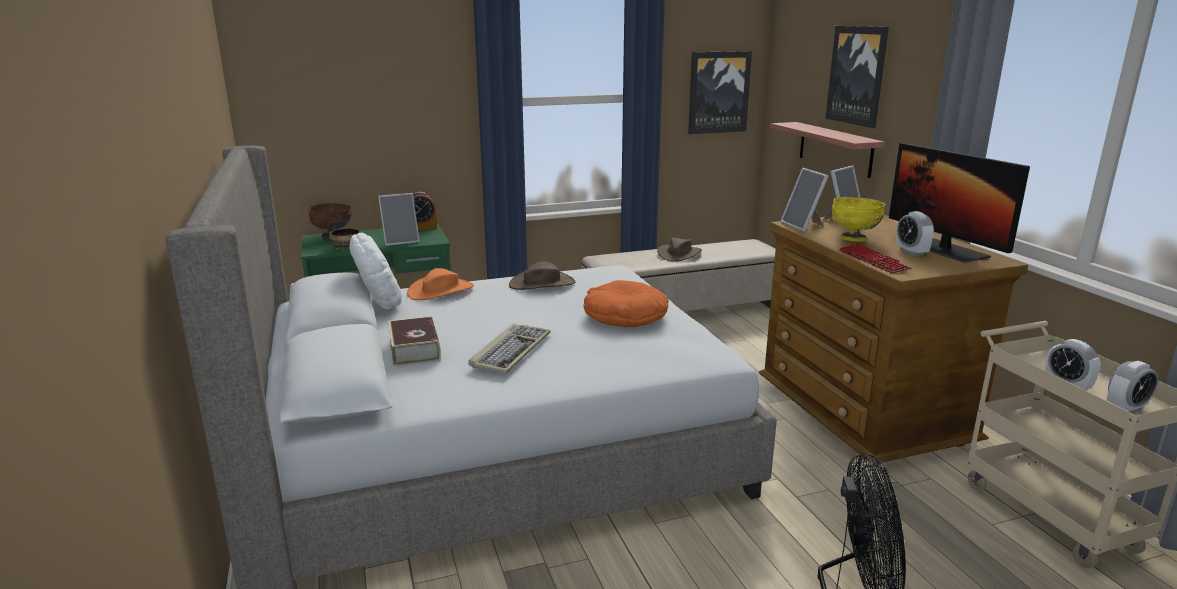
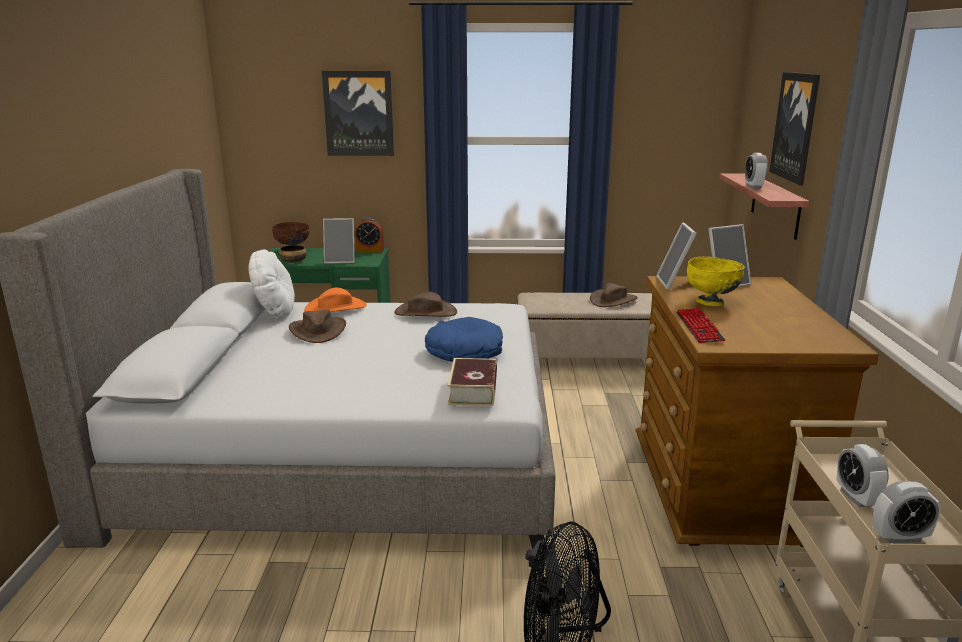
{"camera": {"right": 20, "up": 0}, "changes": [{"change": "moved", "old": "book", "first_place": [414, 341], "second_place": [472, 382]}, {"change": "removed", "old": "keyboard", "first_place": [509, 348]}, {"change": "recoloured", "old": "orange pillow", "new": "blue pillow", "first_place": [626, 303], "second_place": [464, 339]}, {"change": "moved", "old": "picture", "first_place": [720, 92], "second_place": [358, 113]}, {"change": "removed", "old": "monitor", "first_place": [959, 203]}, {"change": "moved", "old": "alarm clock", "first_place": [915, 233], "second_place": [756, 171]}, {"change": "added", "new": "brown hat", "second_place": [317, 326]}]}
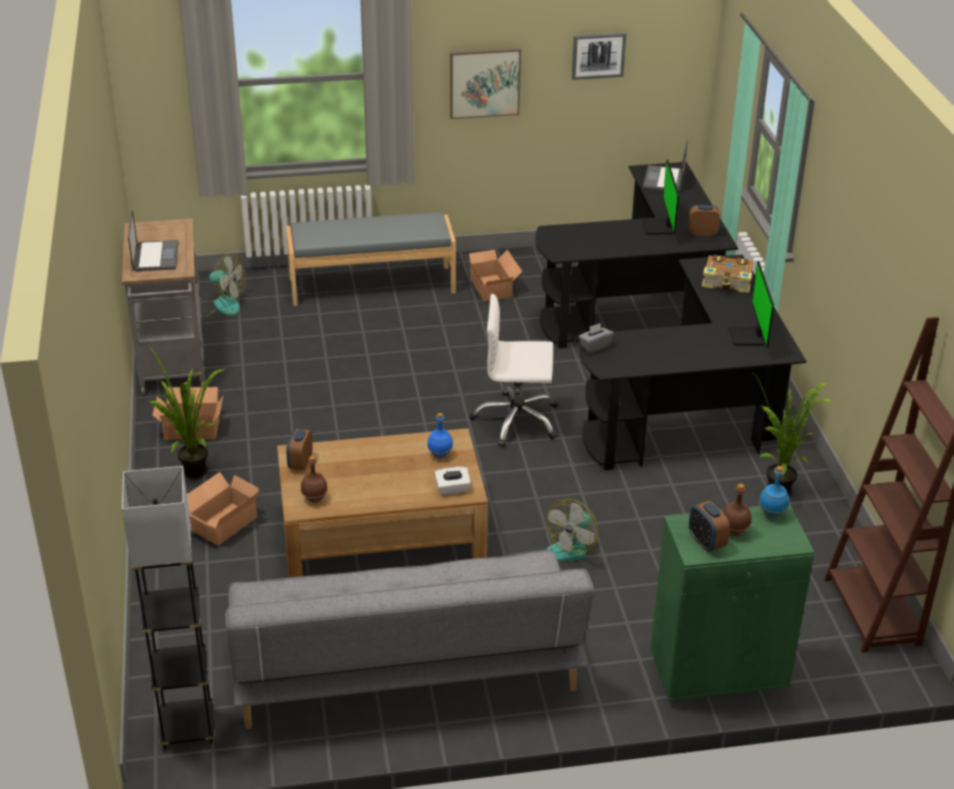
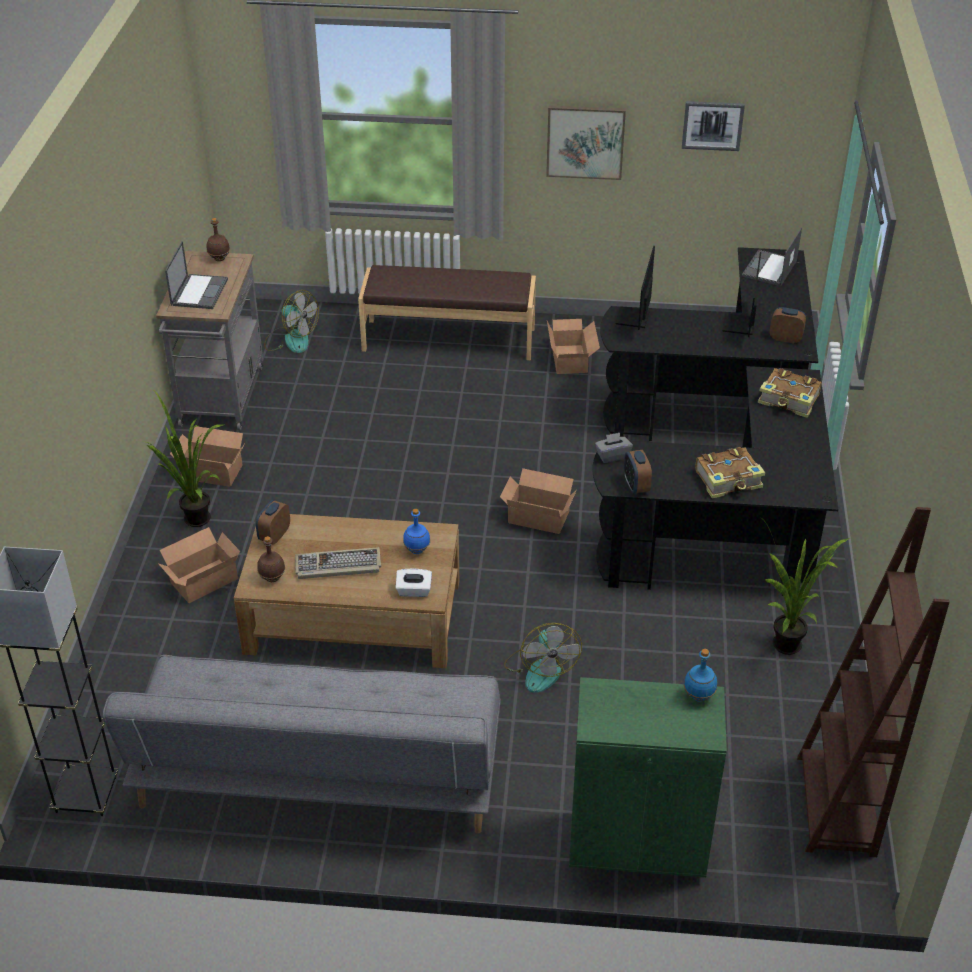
{"camera": {"right": 15, "up": 5}, "changes": [{"change": "recoloured", "old": "grey bench", "new": "brown bench", "first_place": [371, 259], "second_place": [447, 312]}, {"change": "replaced", "old": "white office chair", "new": "cardboard box", "first_place": [514, 370], "second_place": [538, 501]}, {"change": "turned", "old": "fan", "first_place": [572, 530], "second_place": [543, 658], "degrees": -60}, {"change": "moved", "old": "alarm clock", "first_place": [709, 526], "second_place": [638, 472]}, {"change": "moved", "old": "brown bottle", "first_place": [737, 510], "second_place": [218, 239]}, {"change": "moved", "old": "monitor", "first_place": [751, 304], "second_place": [635, 288]}, {"change": "added", "new": "keyboard", "second_place": [338, 563]}, {"change": "added", "new": "book", "second_place": [730, 473]}]}
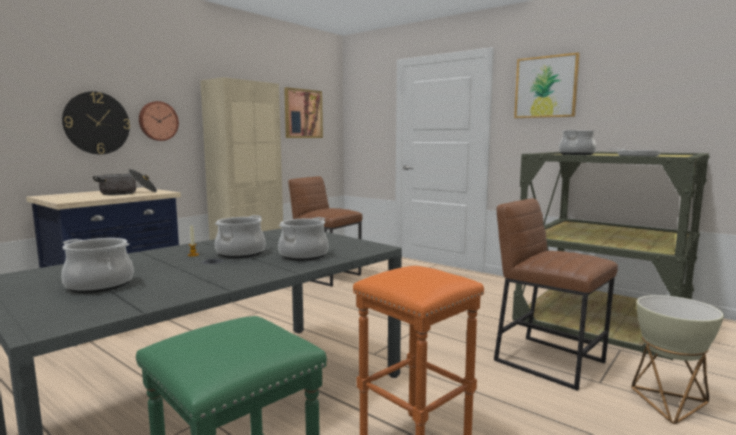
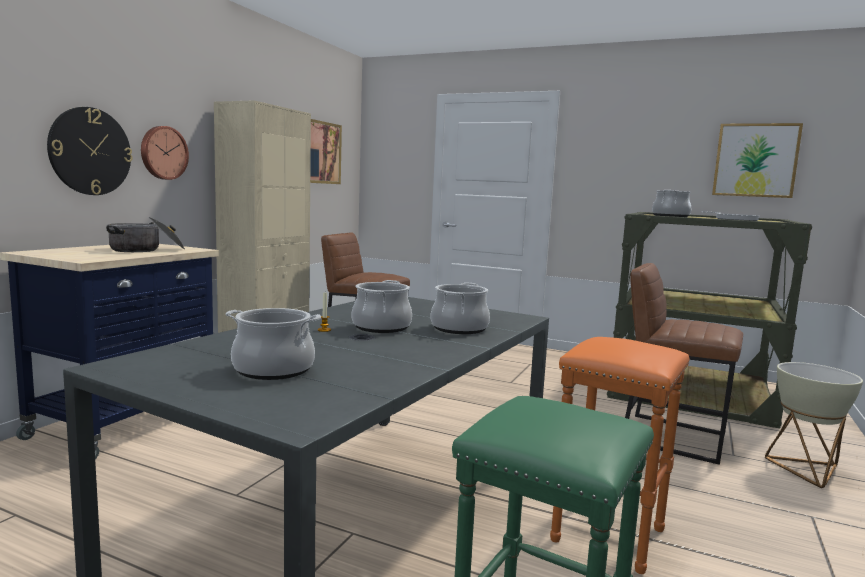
{"camera": {"right": -15, "up": 0}, "changes": [{"change": "moved", "old": "picture", "first_place": [547, 85], "second_place": [757, 160]}]}
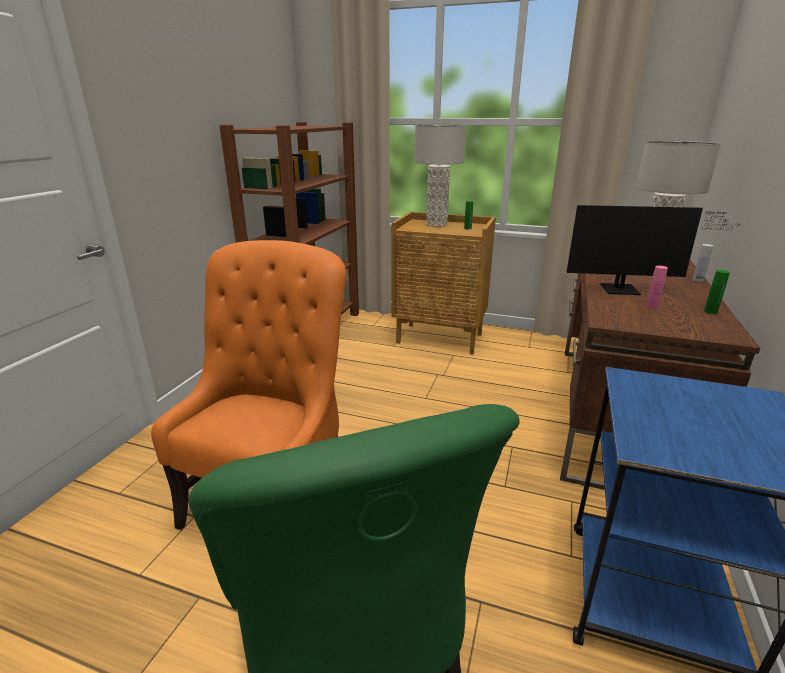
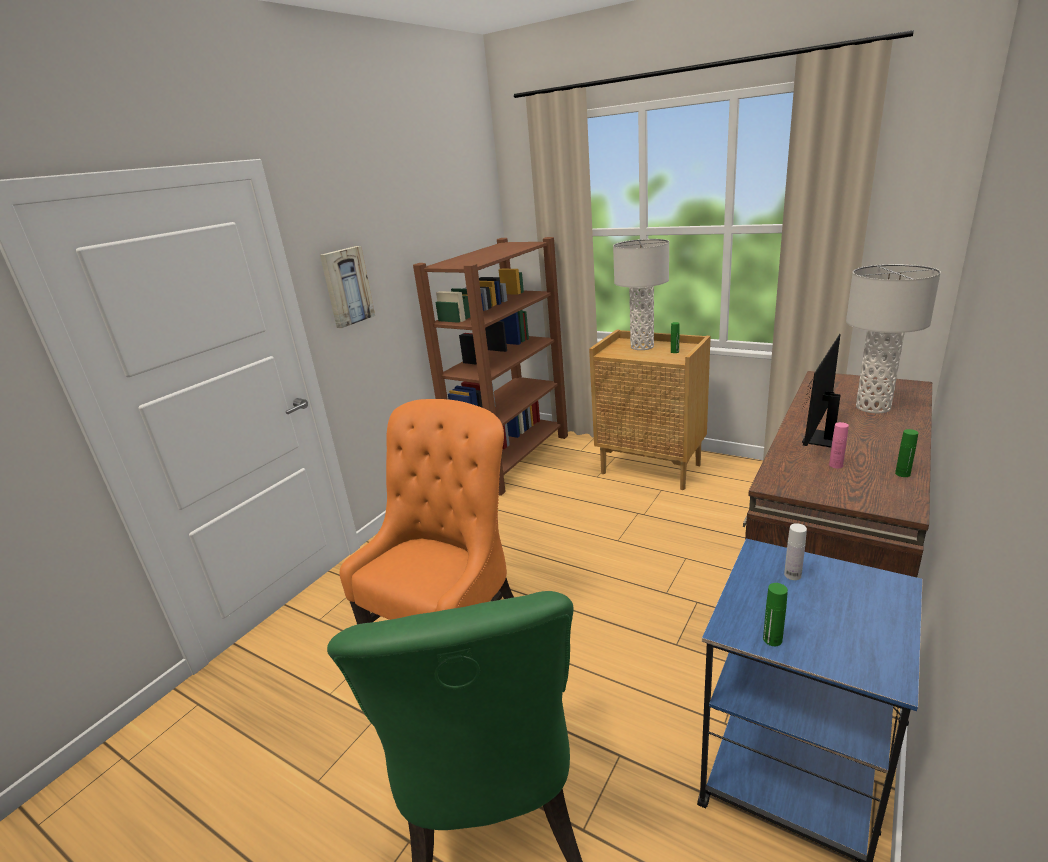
{"camera": {"right": 15, "up": 0}, "changes": [{"change": "turned", "old": "monitor", "first_place": [652, 250], "second_place": [821, 391], "degrees": 105}, {"change": "moved", "old": "white bottle", "first_place": [703, 263], "second_place": [795, 551]}, {"change": "added", "new": "picture", "second_place": [347, 287]}, {"change": "added", "new": "green bottle", "second_place": [775, 614]}]}
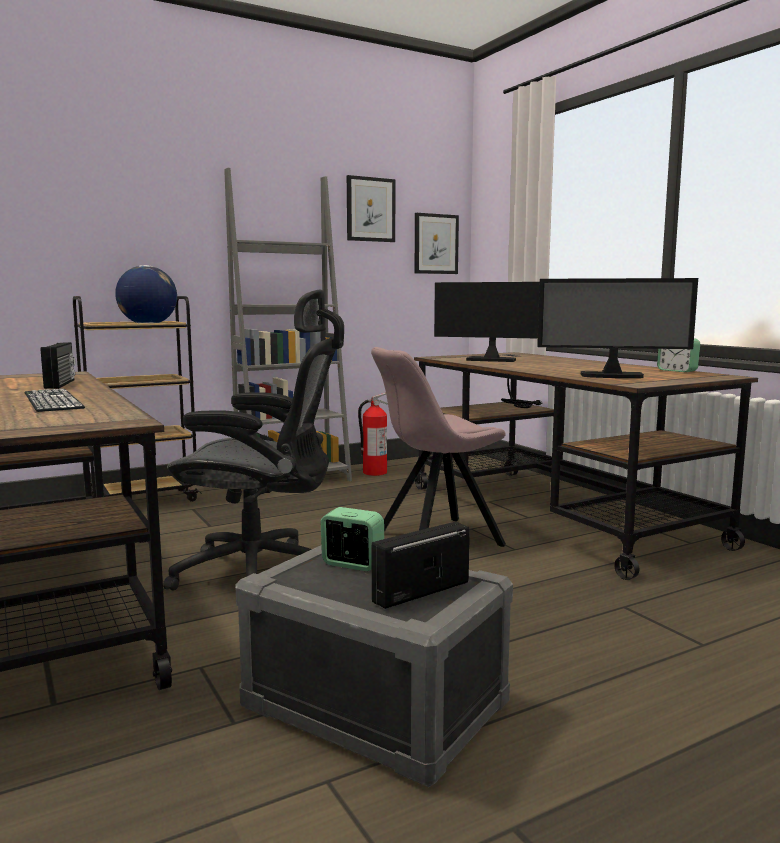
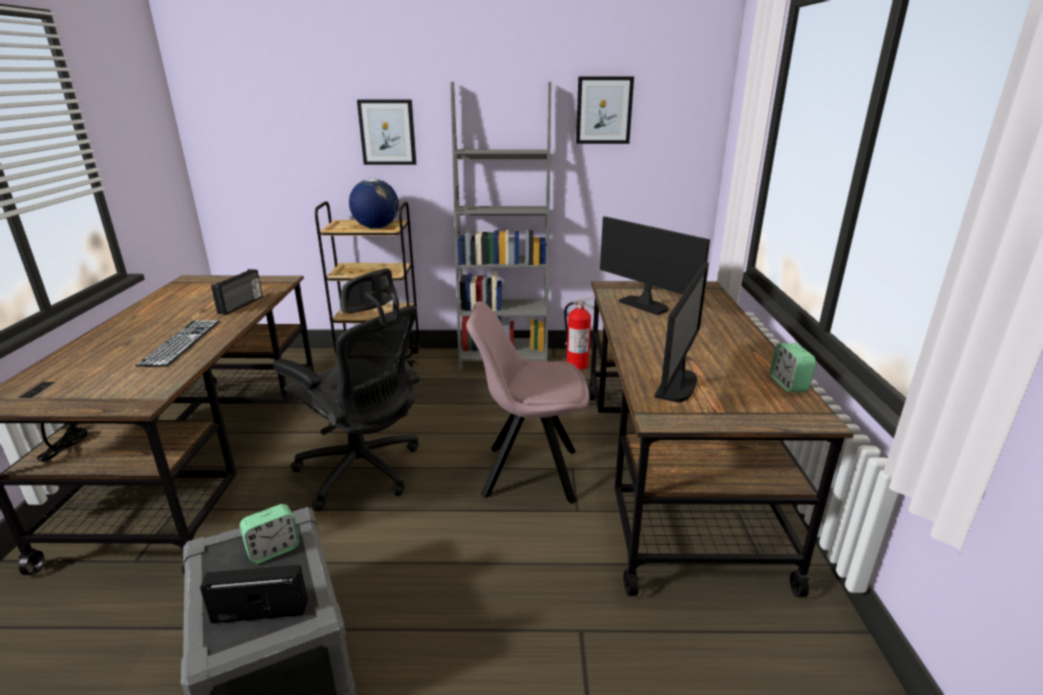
{"camera": {"right": 30, "up": 15}, "changes": [{"change": "turned", "old": "alarm clock", "first_place": [352, 539], "second_place": [270, 534], "degrees": 90}, {"change": "moved", "old": "picture", "first_place": [437, 243], "second_place": [386, 132]}, {"change": "turned", "old": "monitor", "first_place": [617, 328], "second_place": [682, 332], "degrees": -105}]}
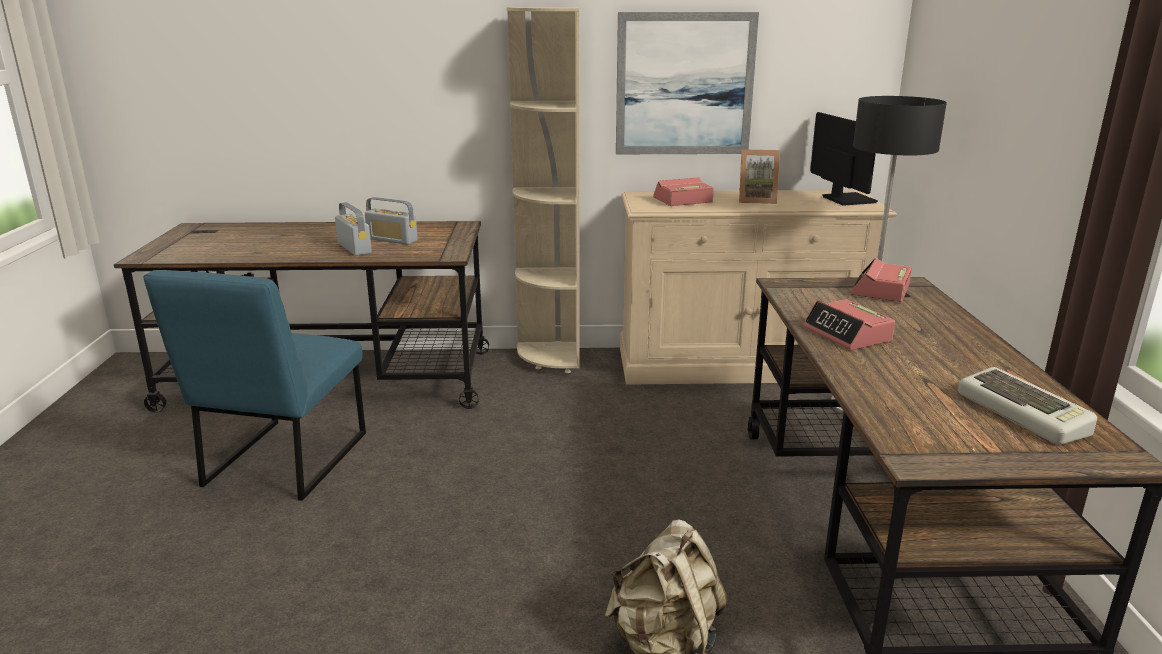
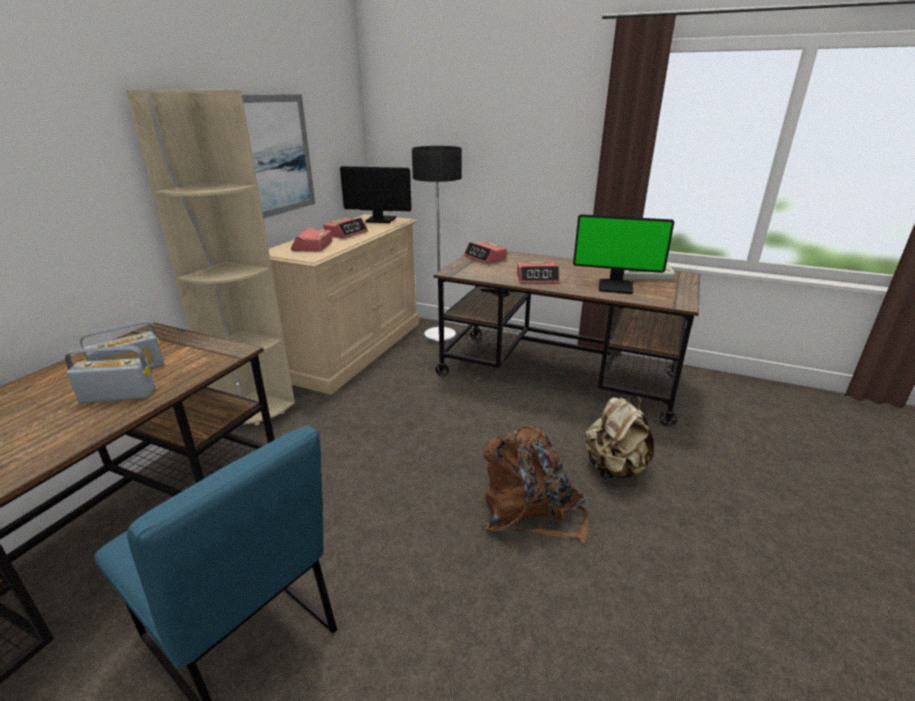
{"camera": {"right": -65, "up": 5}, "changes": [{"change": "replaced", "old": "picture frame", "new": "alarm clock", "first_place": [759, 176], "second_place": [345, 228]}, {"change": "added", "new": "brown backpack", "second_place": [535, 485]}, {"change": "added", "new": "monitor", "second_place": [623, 254]}]}
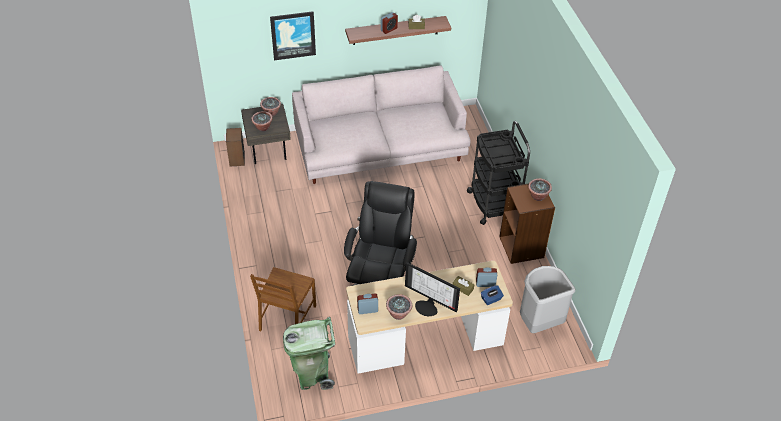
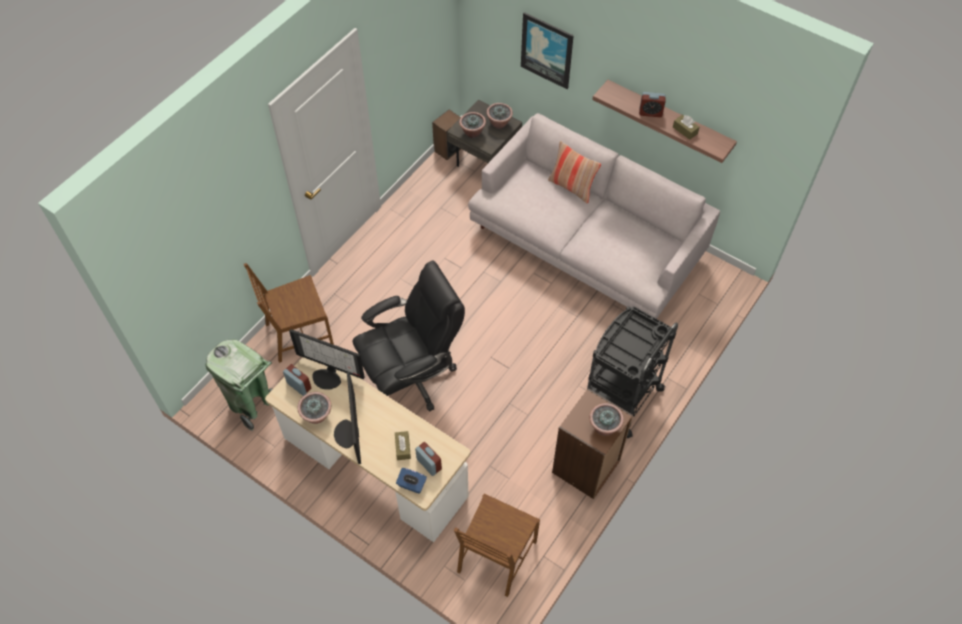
{"camera": {"right": 50, "up": 10}, "changes": [{"change": "replaced", "old": "grey trash can", "new": "brown chair", "first_place": [547, 299], "second_place": [497, 545]}, {"change": "added", "new": "monitor", "second_place": [327, 359]}, {"change": "added", "new": "pillow", "second_place": [574, 172]}]}
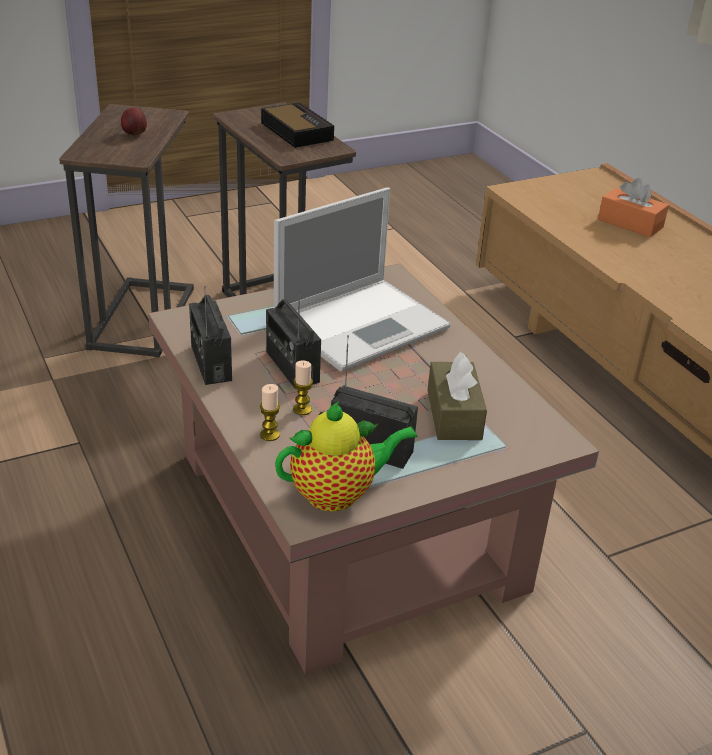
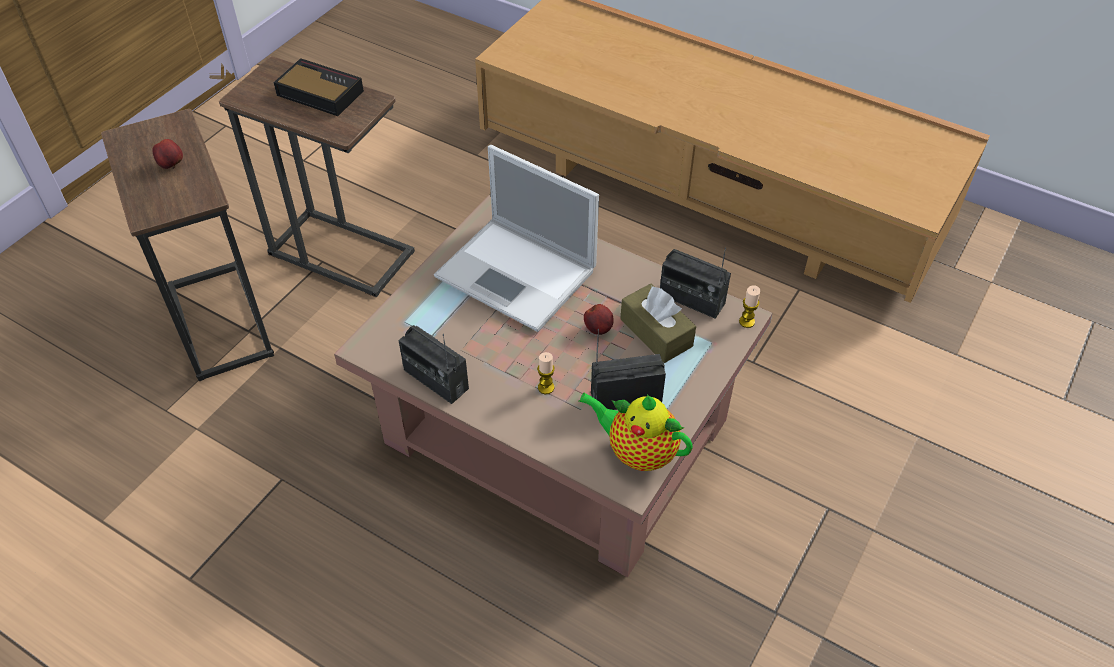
{"camera": {"right": -30, "up": 15}, "changes": [{"change": "moved", "old": "candle", "first_place": [270, 412], "second_place": [749, 306]}, {"change": "moved", "old": "radio", "first_place": [293, 339], "second_place": [695, 283]}, {"change": "turned", "old": "laptop", "first_place": [362, 279], "second_place": [516, 238], "degrees": 105}, {"change": "turned", "old": "teapot", "first_place": [346, 457], "second_place": [636, 432], "degrees": -105}, {"change": "removed", "old": "orange tissue box", "first_place": [633, 207]}, {"change": "added", "new": "apple", "second_place": [599, 319]}]}
